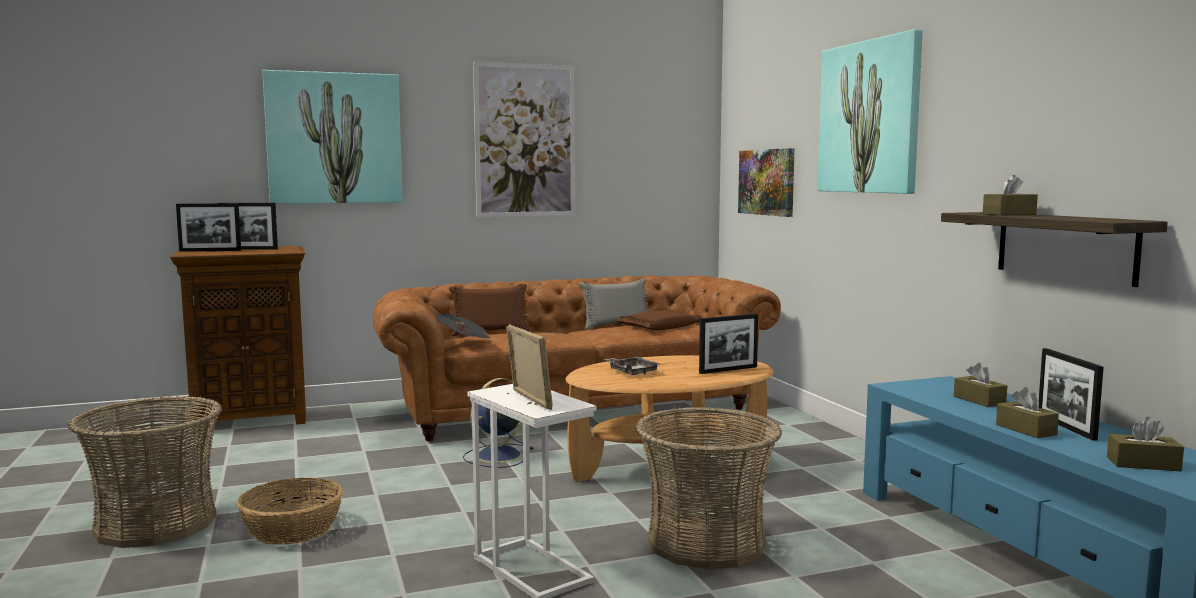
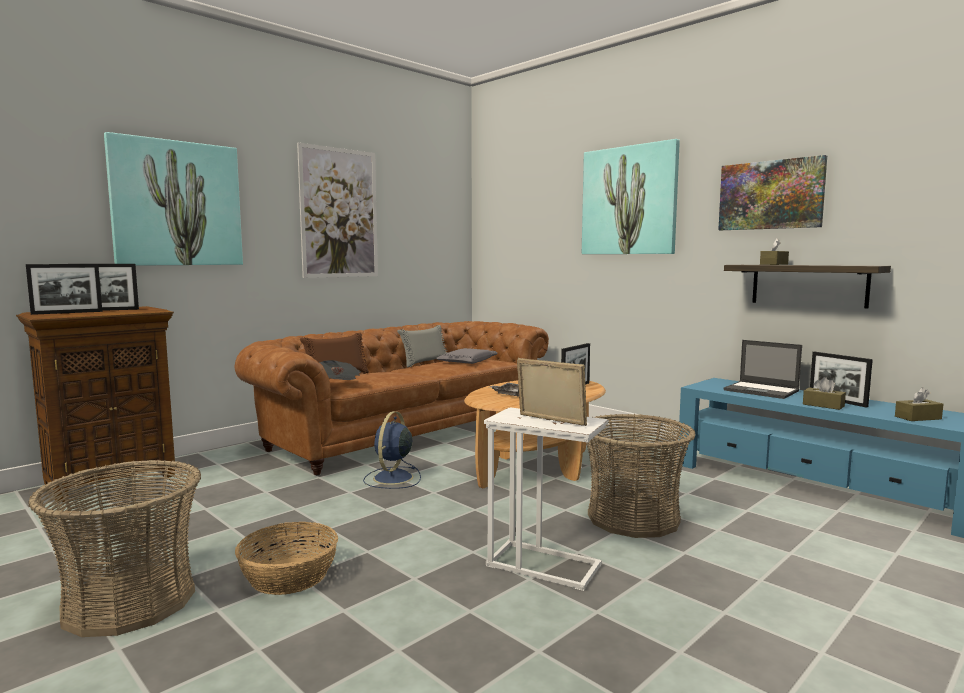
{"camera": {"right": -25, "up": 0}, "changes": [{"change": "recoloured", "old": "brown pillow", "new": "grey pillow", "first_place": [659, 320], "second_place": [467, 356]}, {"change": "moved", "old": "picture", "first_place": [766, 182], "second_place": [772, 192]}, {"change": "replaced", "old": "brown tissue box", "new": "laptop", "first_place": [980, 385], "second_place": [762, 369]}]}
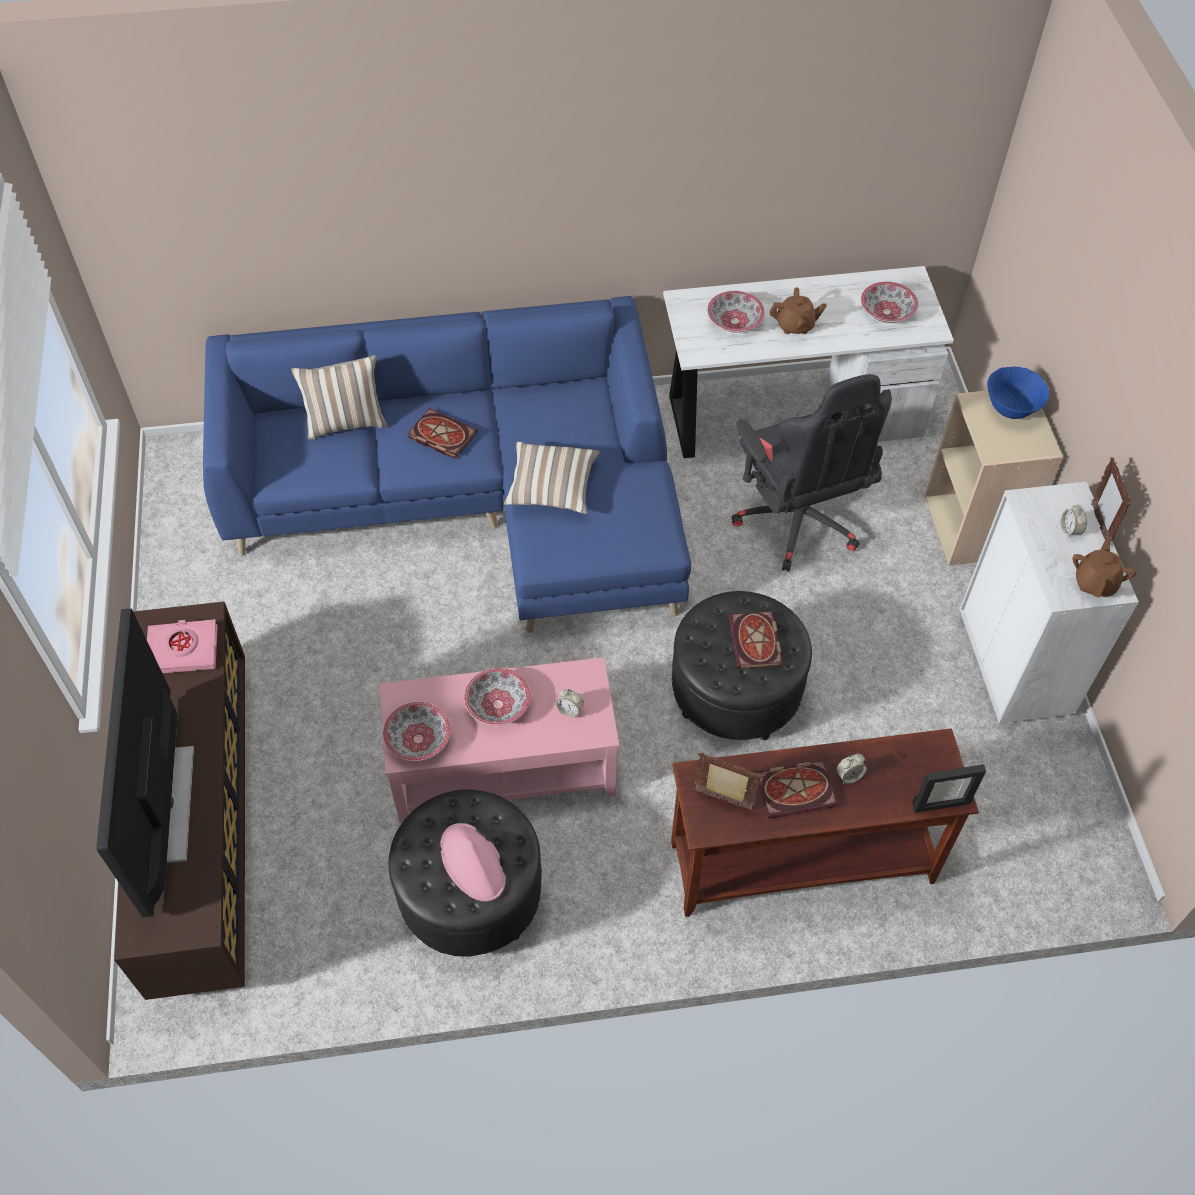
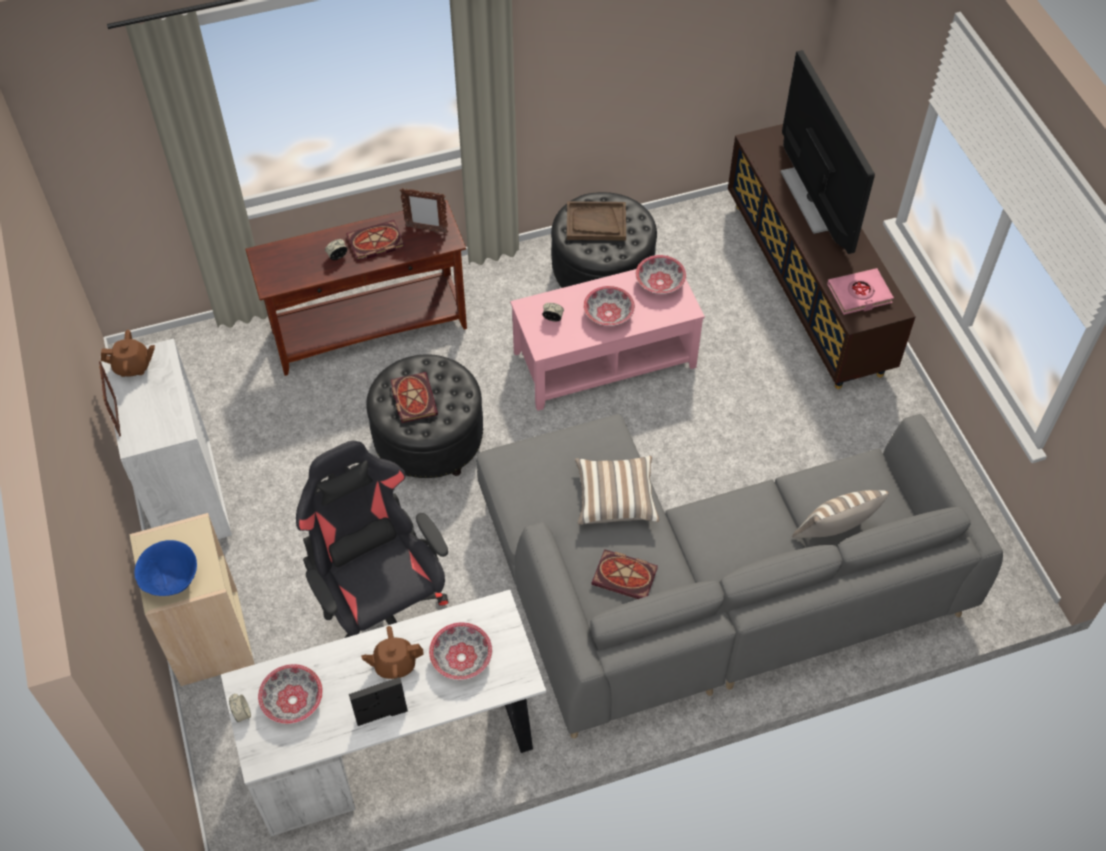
{"camera": {"right": 170, "up": 0}, "changes": [{"change": "recoloured", "old": "blue sofa", "new": "grey sofa", "first_place": [447, 464], "second_place": [739, 576]}, {"change": "moved", "old": "book", "first_place": [442, 433], "second_place": [624, 574]}, {"change": "replaced", "old": "pink hat", "new": "brown tray", "first_place": [473, 862], "second_place": [596, 221]}, {"change": "moved", "old": "picture frame", "first_place": [949, 788], "second_place": [378, 701]}, {"change": "moved", "old": "alarm clock", "first_place": [1074, 520], "second_place": [240, 708]}, {"change": "turned", "old": "brown teapot", "first_place": [1105, 567], "second_place": [128, 353], "degrees": -105}]}
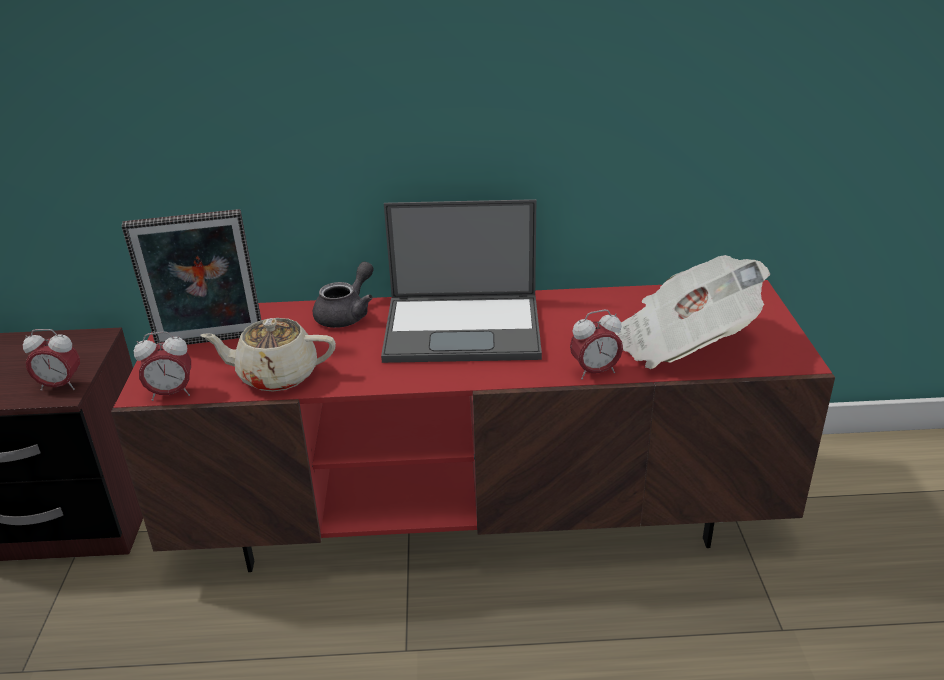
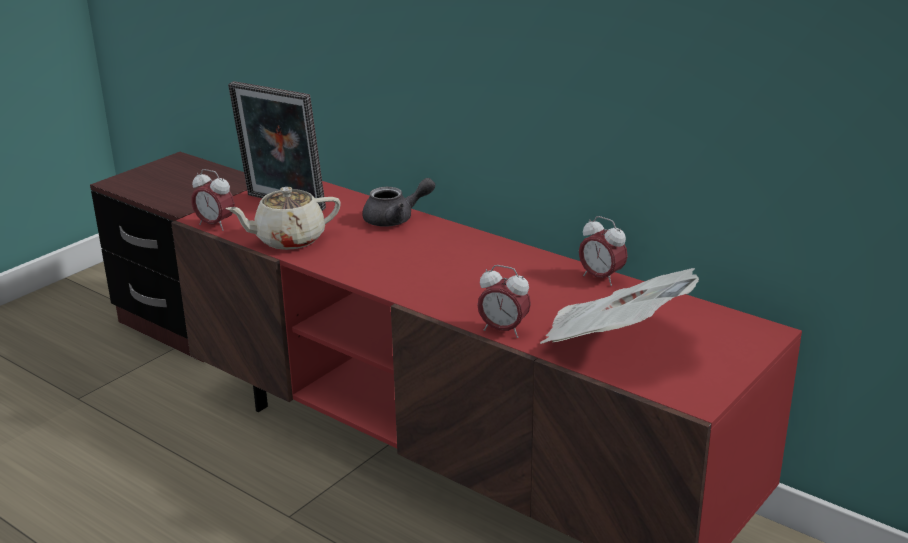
{"camera": {"right": 40, "up": -5}, "changes": [{"change": "moved", "old": "alarm clock", "first_place": [51, 360], "second_place": [603, 251]}, {"change": "turned", "old": "beige teapot", "first_place": [268, 354], "second_place": [283, 218], "degrees": -60}, {"change": "removed", "old": "laptop", "first_place": [461, 281]}]}
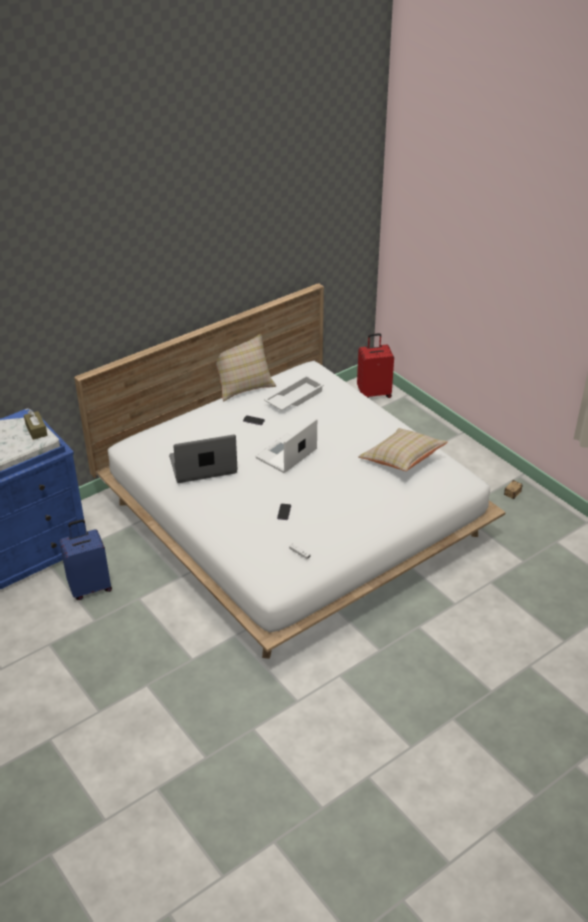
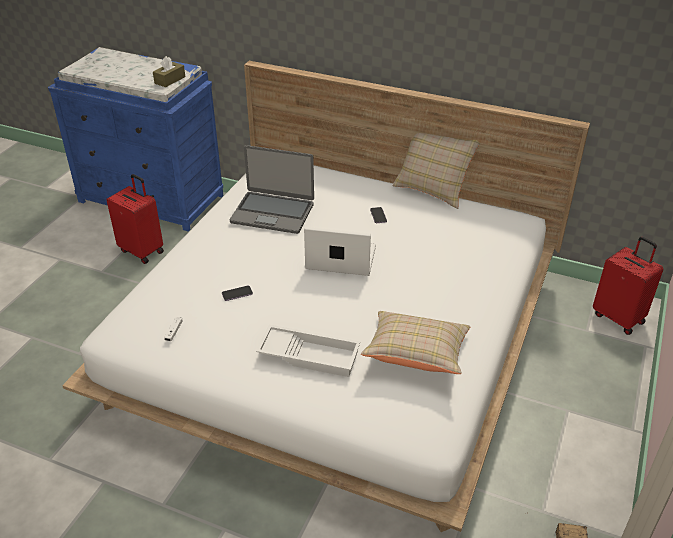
{"camera": {"right": 60, "up": 0}, "changes": [{"change": "recoloured", "old": "blue suitcase", "new": "red suitcase", "first_place": [85, 559], "second_place": [135, 219]}, {"change": "turned", "old": "laptop", "first_place": [203, 458], "second_place": [272, 189], "degrees": 150}, {"change": "moved", "old": "white tray", "first_place": [294, 393], "second_place": [308, 351]}]}
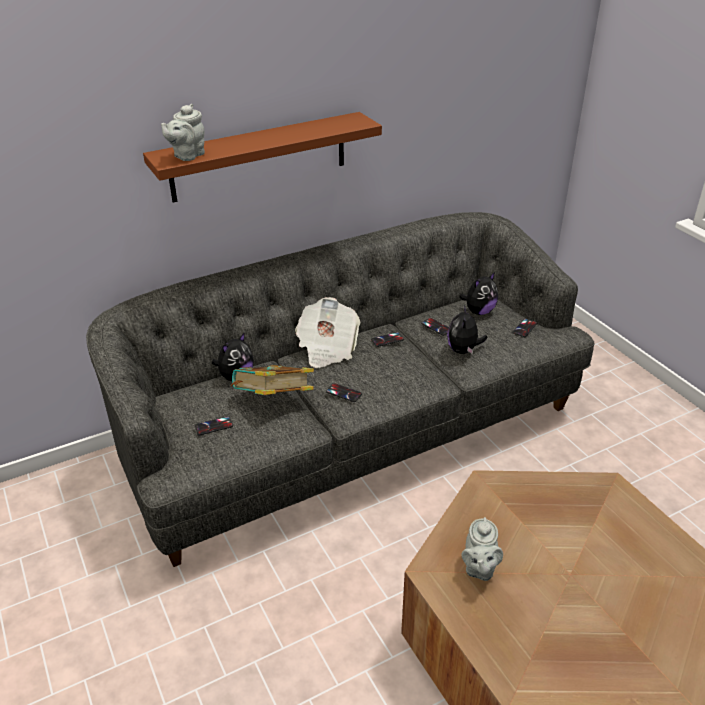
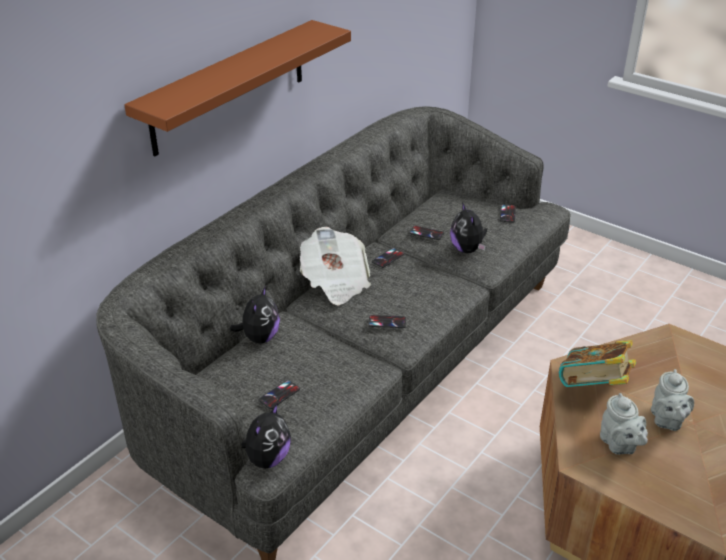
{"camera": {"right": -25, "up": 0}, "changes": [{"change": "moved", "old": "grey teapot", "first_place": [183, 132], "second_place": [672, 400]}, {"change": "moved", "old": "book", "first_place": [272, 380], "second_place": [597, 363]}, {"change": "moved", "old": "plush toy", "first_place": [478, 293], "second_place": [266, 435]}]}
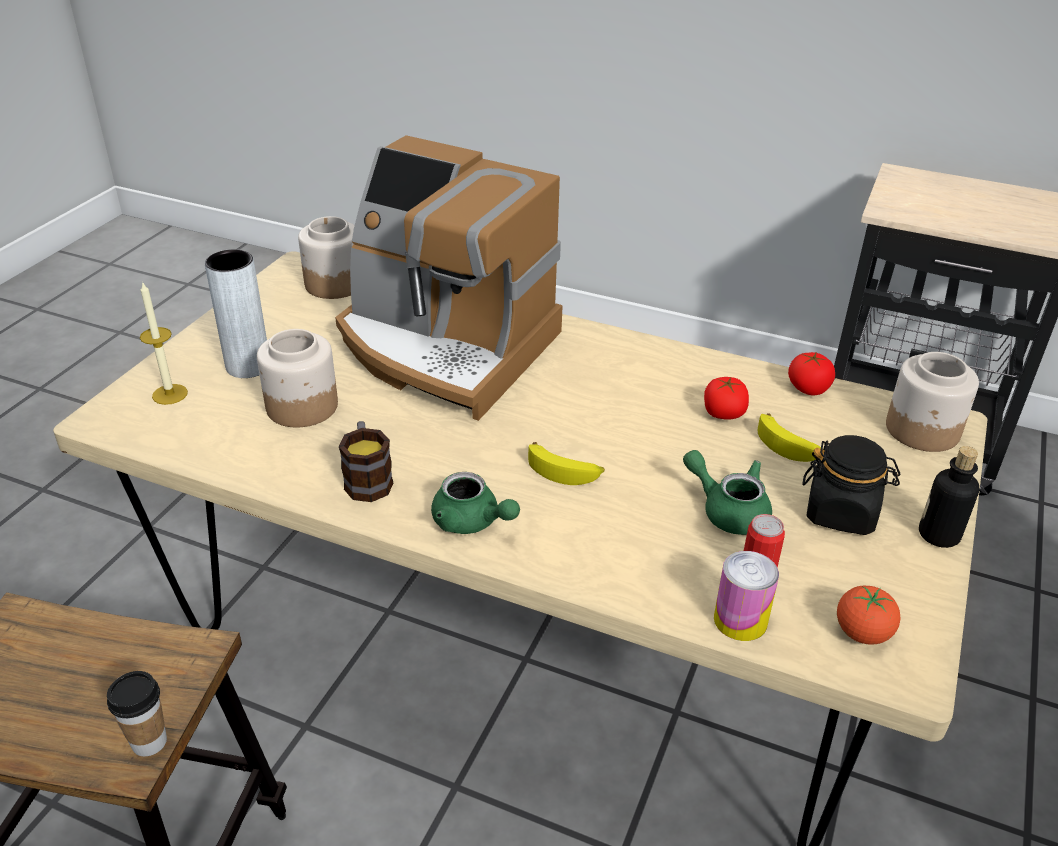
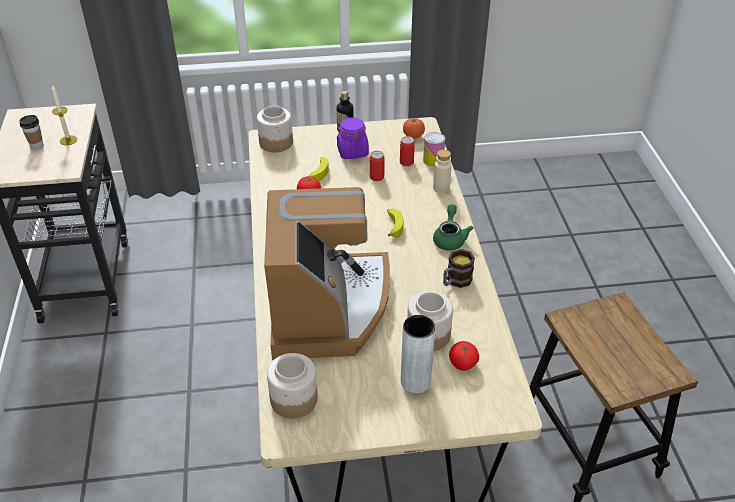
{"camera": {"right": -120, "up": 5}, "changes": [{"change": "moved", "old": "cup", "first_place": [137, 714], "second_place": [31, 132]}, {"change": "moved", "old": "candle", "first_place": [164, 343], "second_place": [64, 115]}, {"change": "replaced", "old": "green teapot", "new": "can", "first_place": [727, 492], "second_place": [377, 166]}, {"change": "moved", "old": "tomato", "first_place": [811, 373], "second_place": [464, 356]}, {"change": "recoloured", "old": "black jar", "new": "purple jar", "first_place": [851, 485], "second_place": [353, 138]}, {"change": "added", "new": "beige bottle", "second_place": [442, 171]}]}
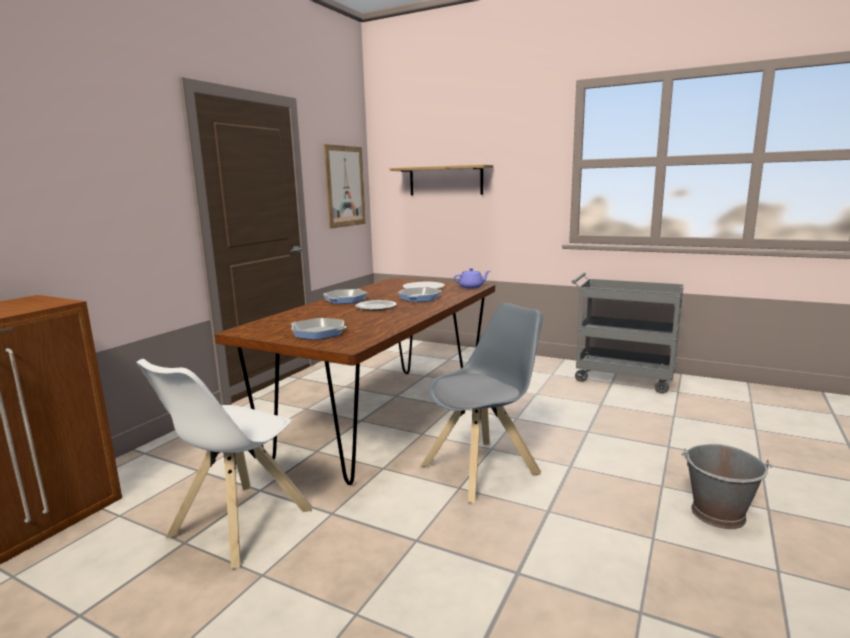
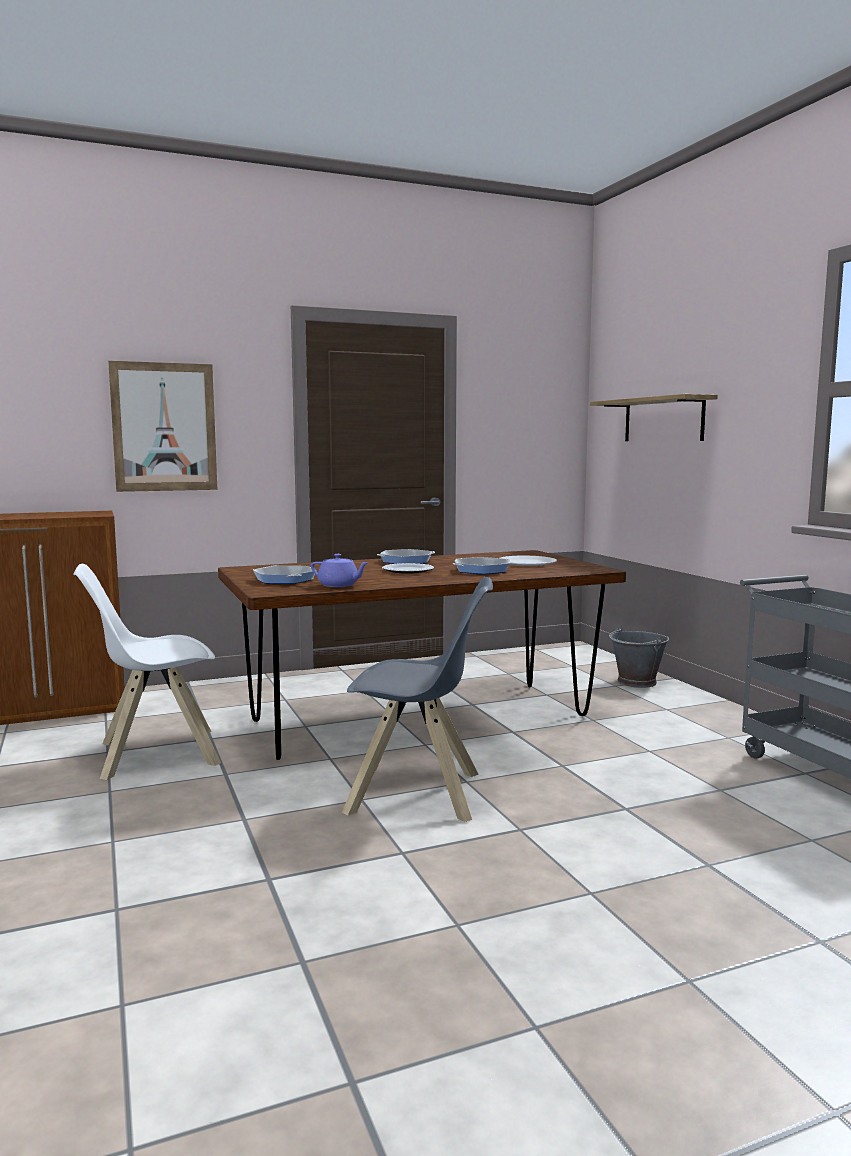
{"camera": {"right": 40, "up": -5}, "changes": [{"change": "moved", "old": "picture", "first_place": [344, 186], "second_place": [162, 426]}, {"change": "moved", "old": "purple teapot", "first_place": [472, 278], "second_place": [340, 570]}, {"change": "moved", "old": "grey bucket", "first_place": [727, 486], "second_place": [639, 657]}]}
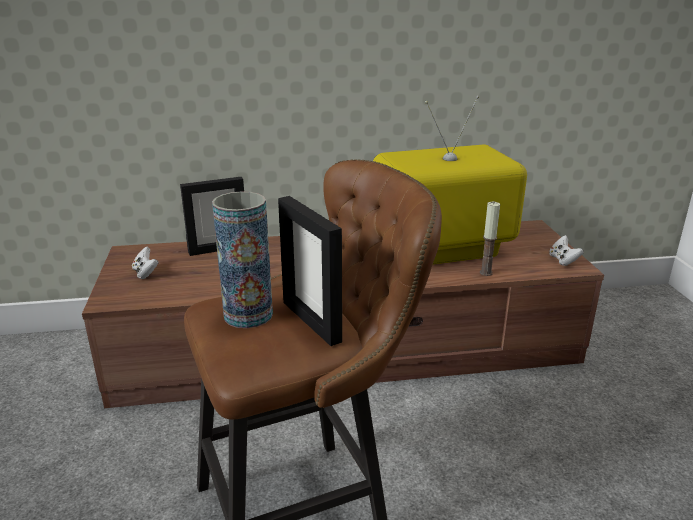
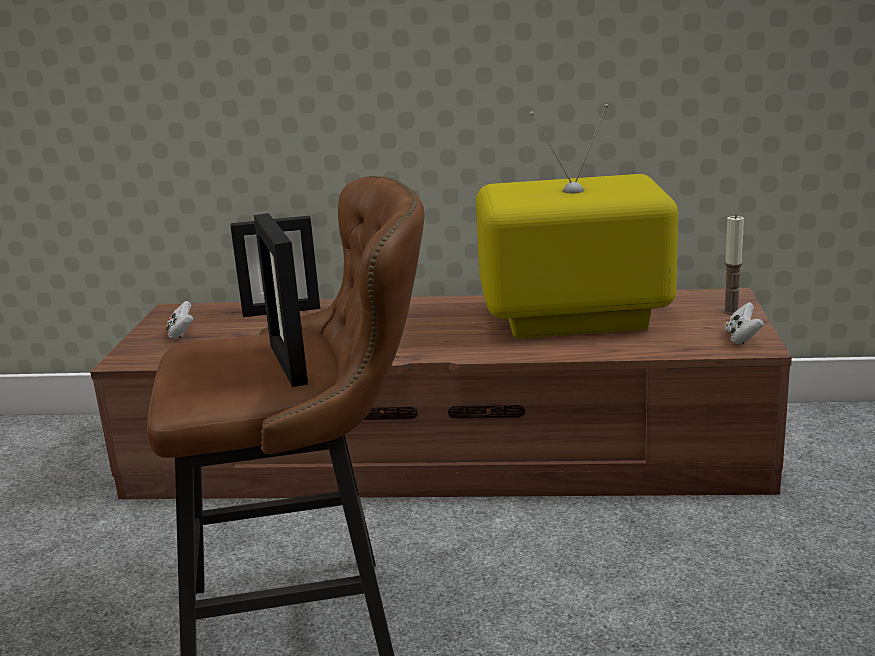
{"camera": {"right": 15, "up": -5}, "changes": [{"change": "removed", "old": "vase", "first_place": [242, 260]}, {"change": "moved", "old": "candle", "first_place": [490, 238], "second_place": [733, 265]}]}
